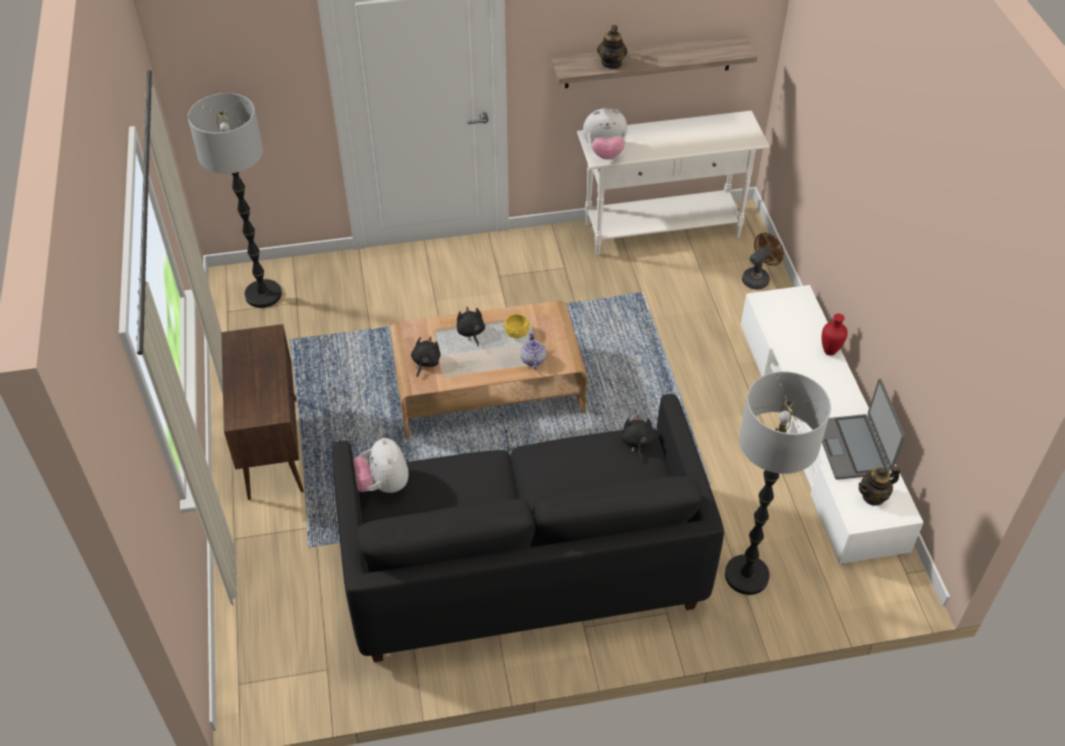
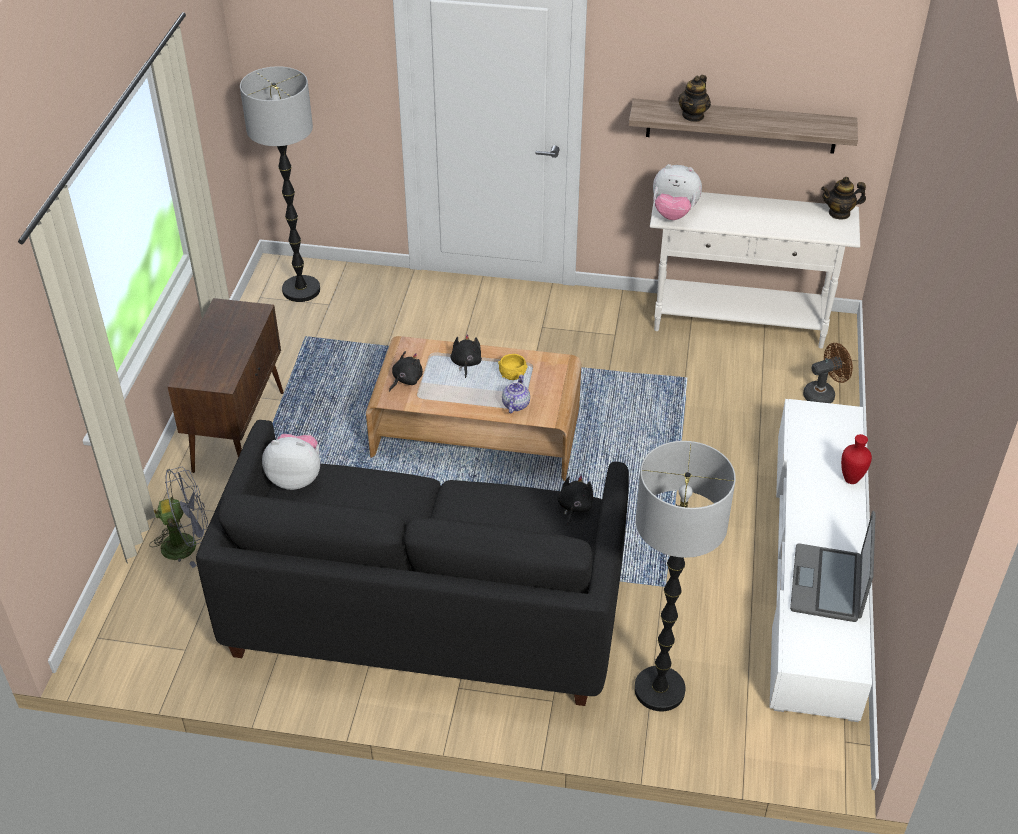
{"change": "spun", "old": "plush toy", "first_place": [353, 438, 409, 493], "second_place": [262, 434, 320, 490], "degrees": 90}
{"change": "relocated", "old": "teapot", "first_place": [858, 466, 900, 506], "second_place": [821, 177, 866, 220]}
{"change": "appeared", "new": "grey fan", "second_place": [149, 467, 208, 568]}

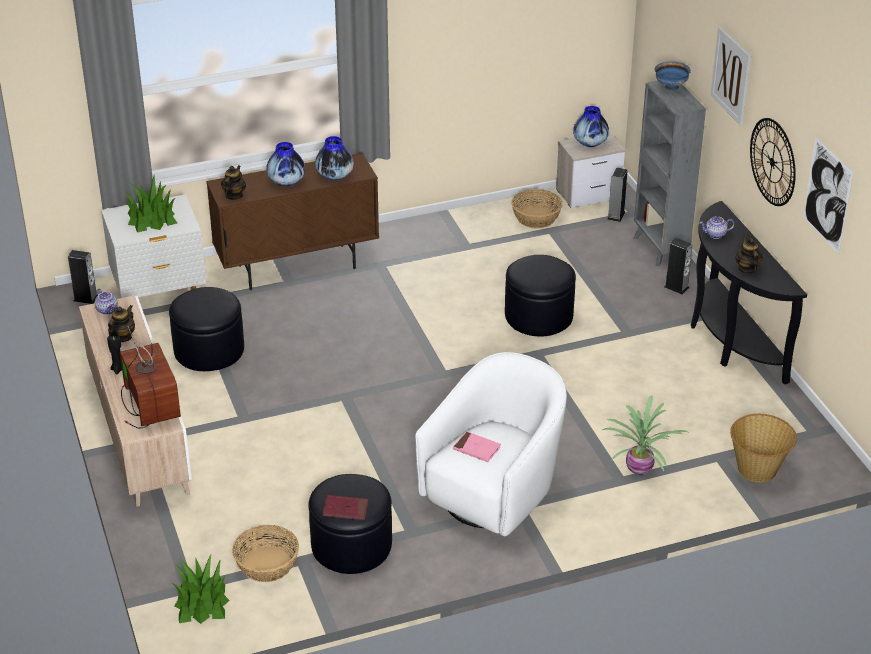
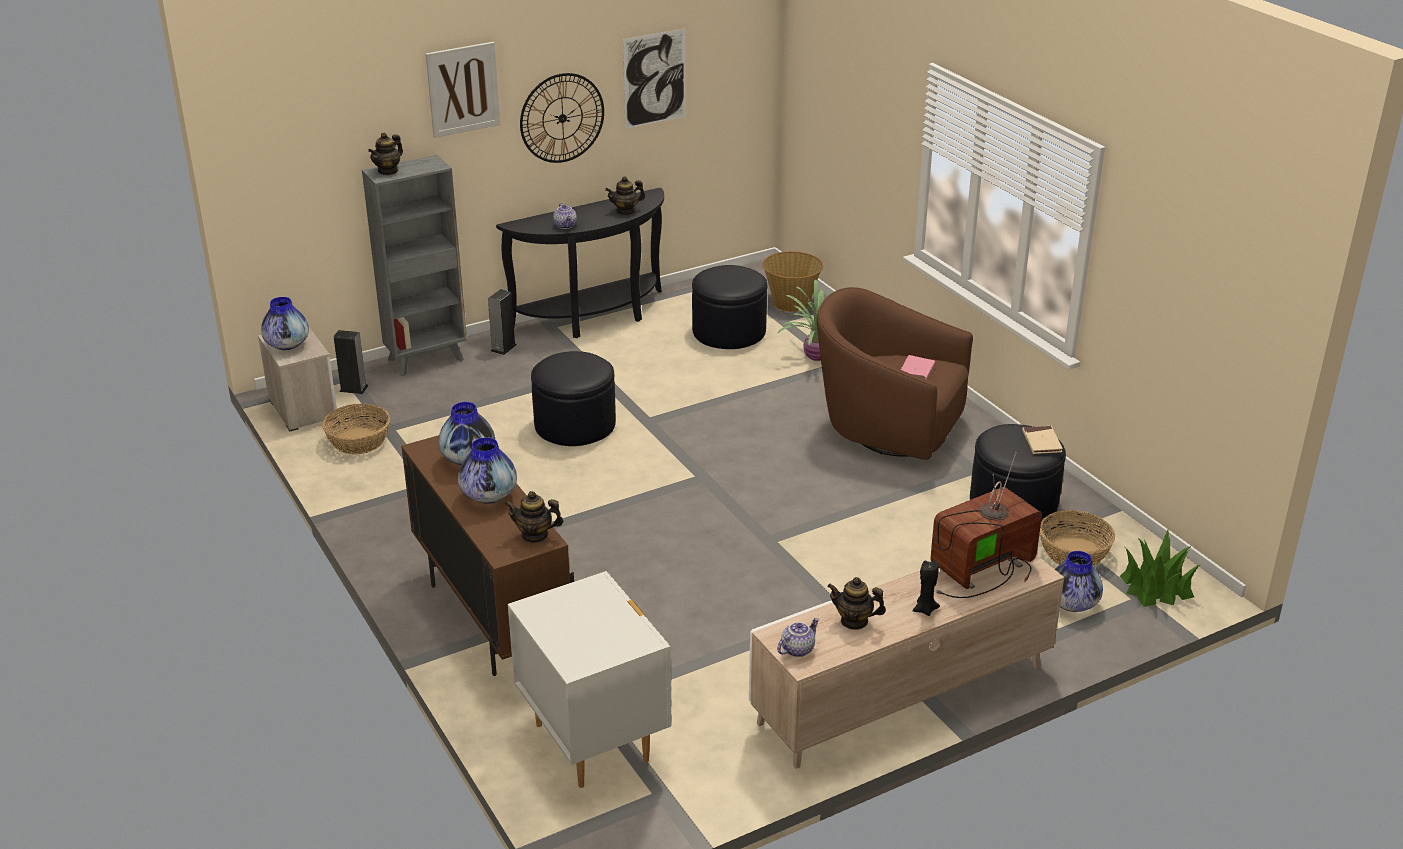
{"change": "exchanged", "old": "blue bowl", "new": "teapot", "first_place": [655, 61, 691, 91], "second_place": [368, 132, 403, 175]}
{"change": "missing", "old": "potted plant", "first_place": [125, 175, 177, 233]}
{"change": "missing", "old": "speaker", "first_place": [68, 250, 98, 304]}
{"change": "relocated", "old": "black ottoman", "first_place": [169, 287, 244, 371], "second_place": [692, 265, 767, 349]}
{"change": "colour", "old": "white armchair", "new": "brown armchair", "first_place": [415, 352, 567, 536], "second_place": [817, 287, 973, 460]}
{"change": "colour", "old": "red book", "new": "beige book", "first_place": [323, 495, 368, 520], "second_place": [1022, 426, 1063, 454]}
{"change": "appeared", "new": "vase", "second_place": [1055, 551, 1103, 612]}

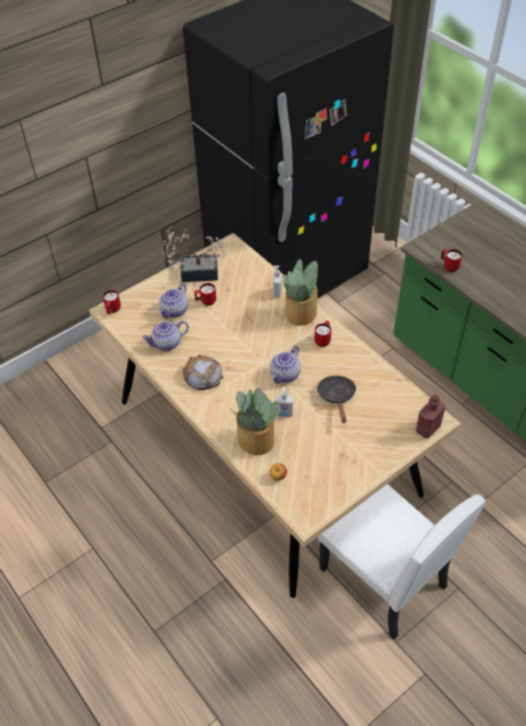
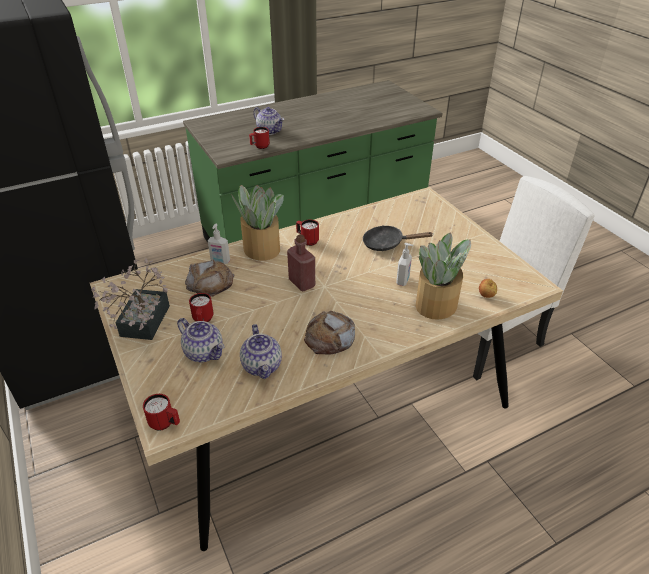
{"change": "relocated", "old": "teapot", "first_place": [270, 345, 301, 383], "second_place": [253, 107, 284, 135]}
{"change": "relocated", "old": "red bottle", "first_place": [416, 394, 446, 438], "second_place": [287, 234, 315, 291]}
{"change": "appeared", "new": "bread", "second_place": [185, 259, 235, 297]}

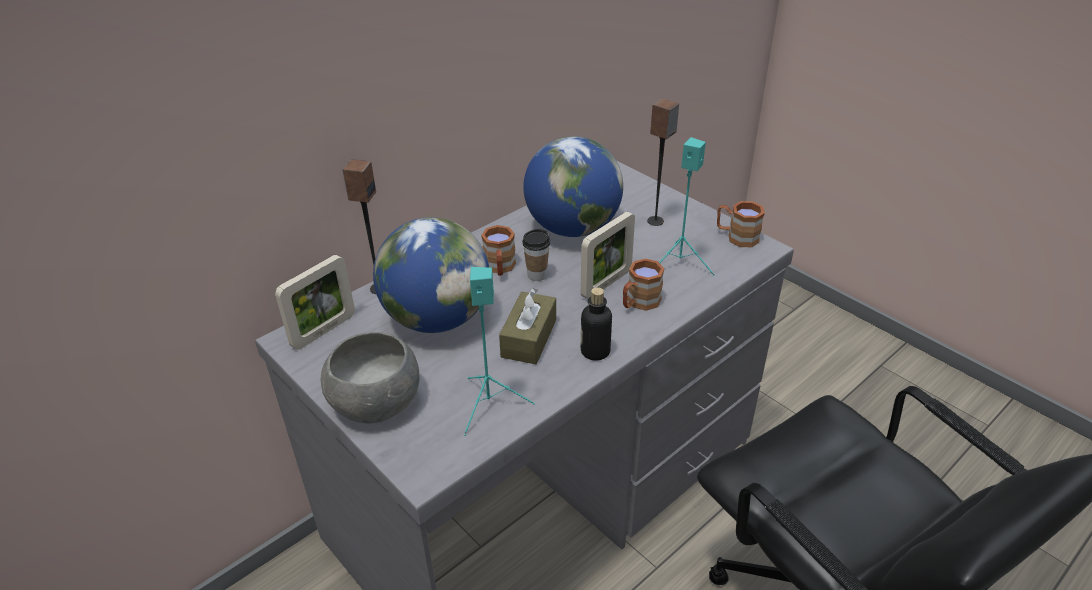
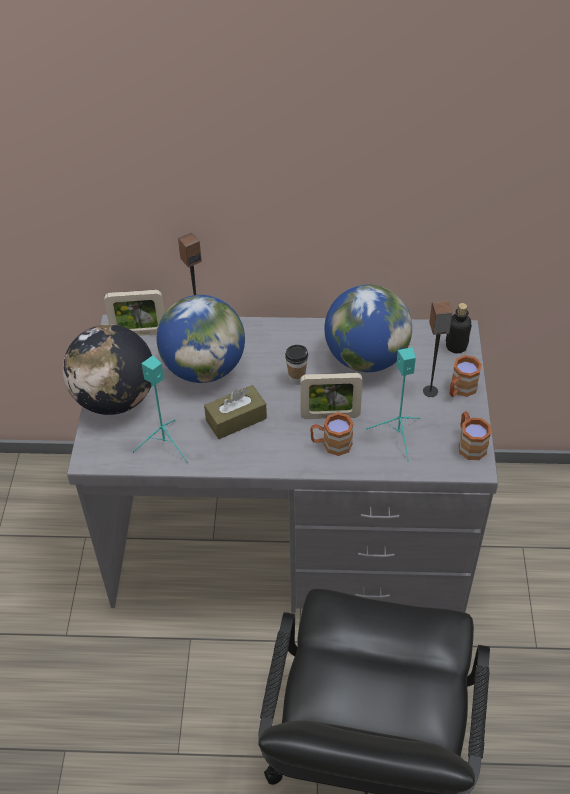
{"change": "relocated", "old": "brown mug", "first_place": [481, 225, 516, 276], "second_place": [450, 355, 482, 397]}
{"change": "relocated", "old": "bottle", "first_place": [581, 287, 612, 361], "second_place": [446, 303, 472, 353]}
{"change": "exchanged", "old": "grey bowl", "new": "globe", "first_place": [321, 332, 420, 423], "second_place": [63, 324, 152, 415]}

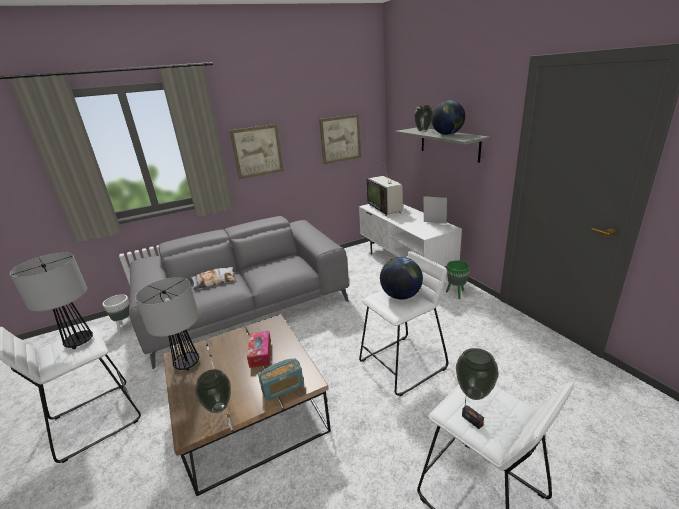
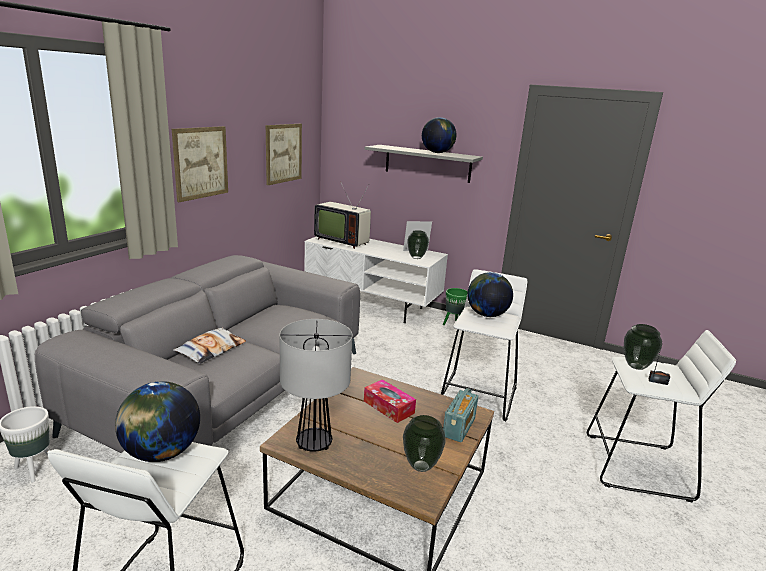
{"change": "relocated", "old": "vase", "first_place": [414, 105, 433, 132], "second_place": [407, 230, 429, 259]}
{"change": "exchanged", "old": "table lamp", "new": "globe", "first_place": [10, 252, 93, 349], "second_place": [115, 381, 200, 462]}

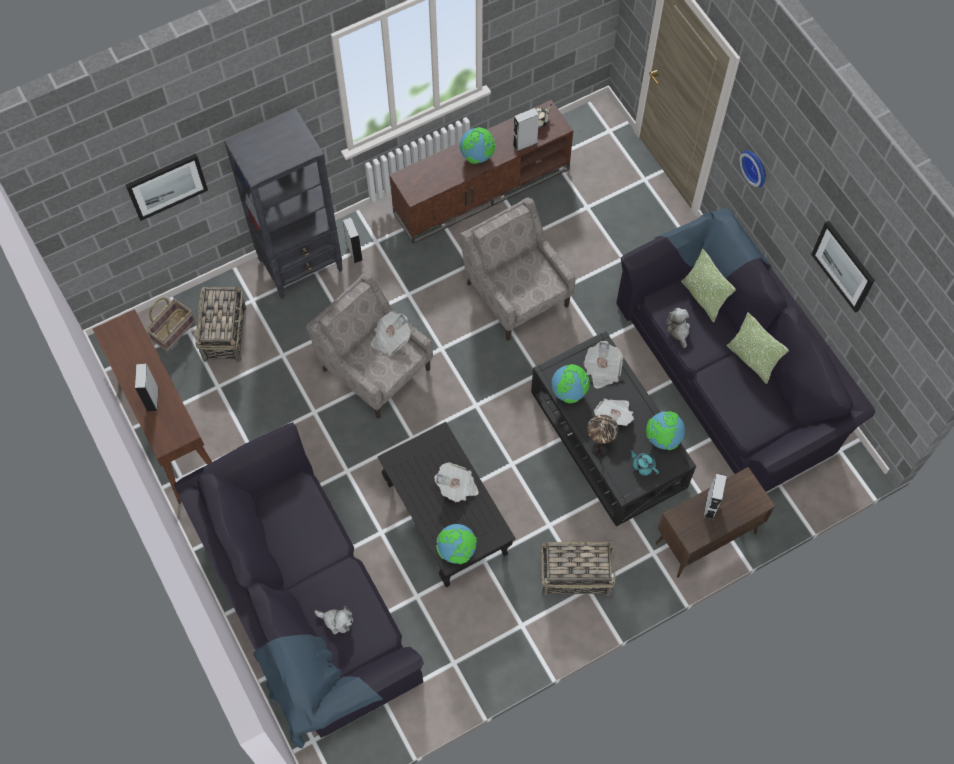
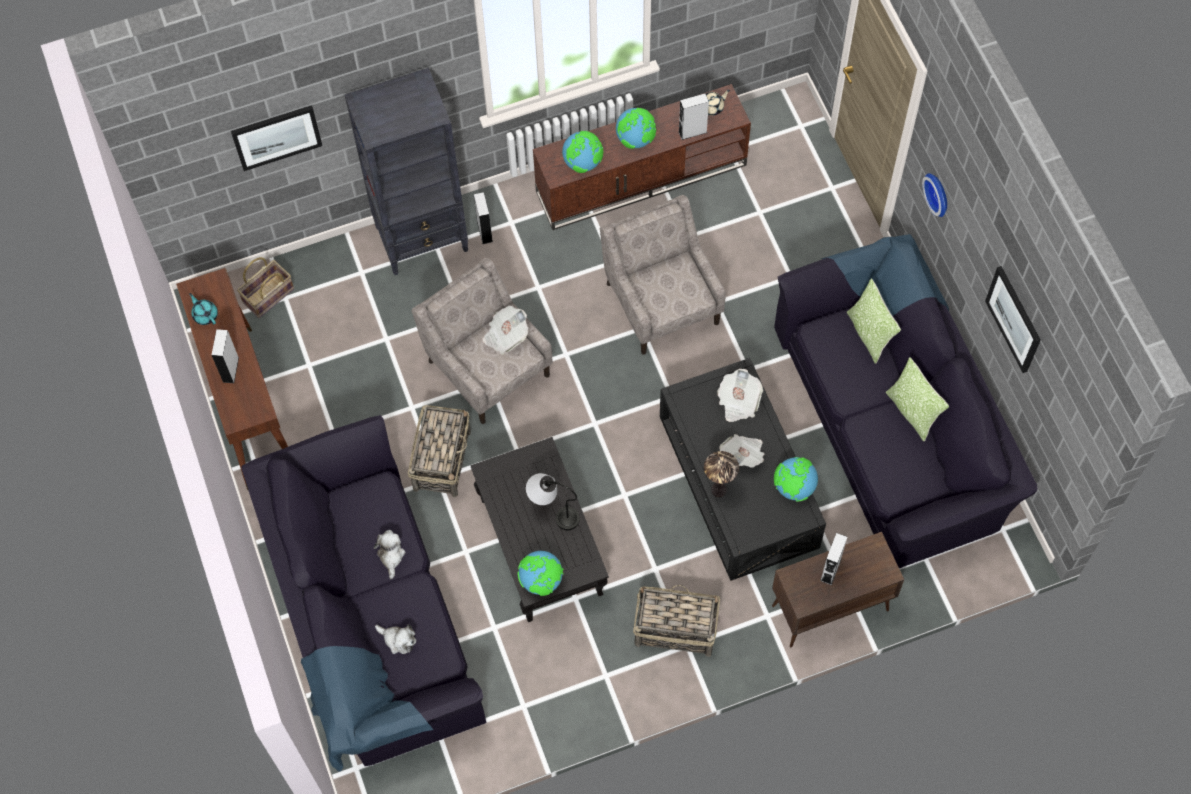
{"change": "relocated", "old": "basket", "first_place": [195, 286, 247, 362], "second_place": [408, 405, 471, 497]}
{"change": "relocated", "old": "plush toy", "first_place": [666, 308, 690, 348], "second_place": [374, 530, 405, 579]}
{"change": "relocated", "old": "globe", "first_place": [551, 364, 590, 403], "second_place": [562, 131, 603, 173]}
{"change": "relocated", "old": "turquoise teapot", "first_place": [629, 449, 659, 476], "second_place": [189, 293, 218, 325]}
{"change": "exchanged", "old": "newspaper", "new": "table lamp", "first_place": [434, 462, 479, 503], "second_place": [526, 473, 580, 530]}

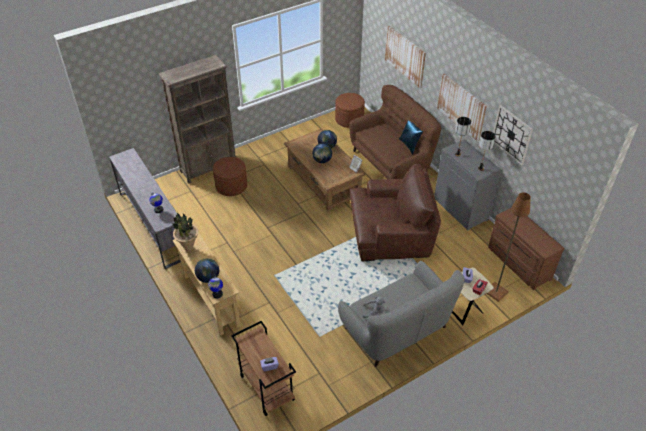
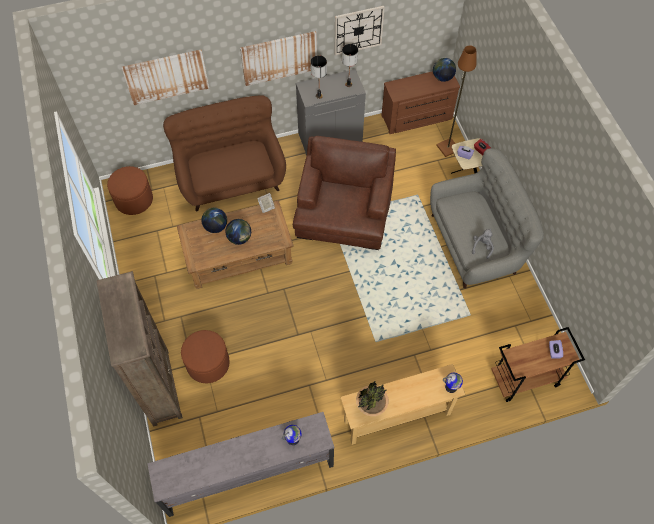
{"change": "missing", "old": "blue pillow", "first_place": [399, 120, 423, 155]}
{"change": "relocated", "old": "globe", "first_place": [195, 258, 219, 283], "second_place": [433, 58, 456, 82]}

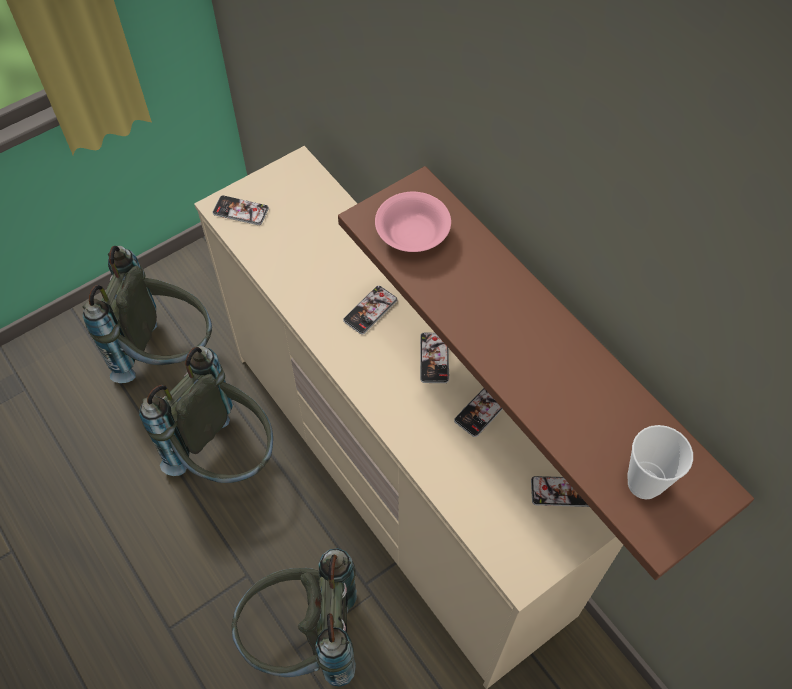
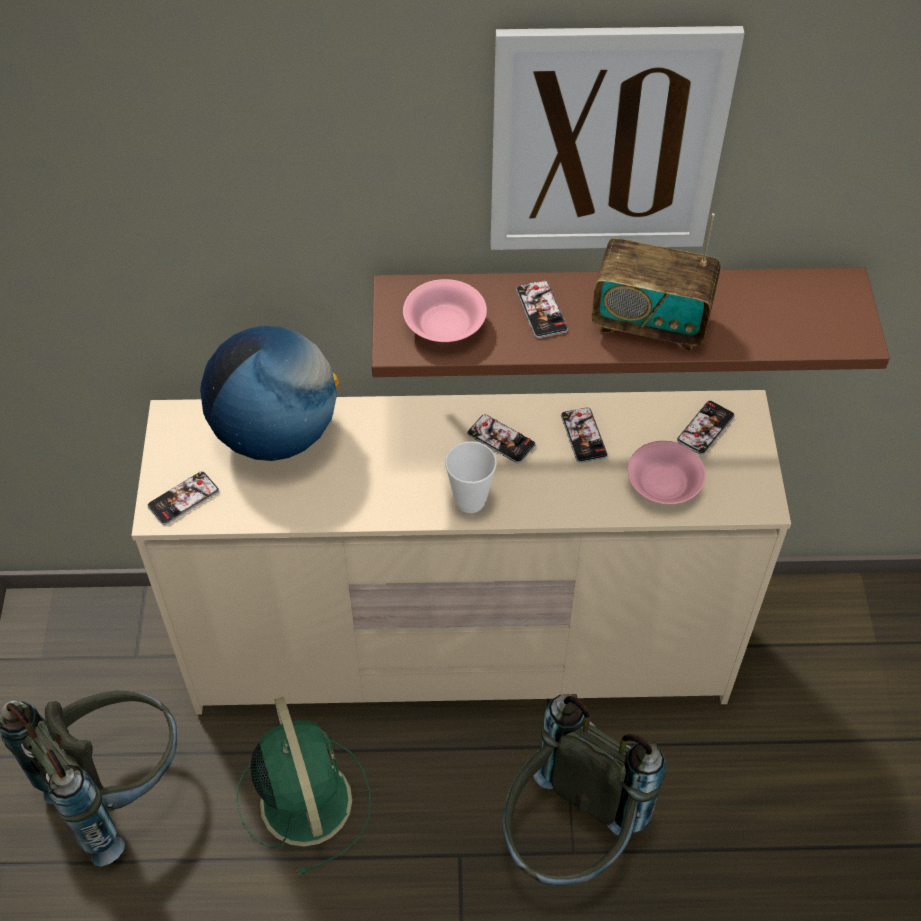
{"change": "relocated", "old": "phone", "first_place": [343, 286, 398, 334], "second_place": [516, 280, 568, 338]}
{"change": "exchanged", "old": "grey backpack", "new": "green fan", "first_place": [139, 346, 273, 483], "second_place": [236, 697, 371, 875]}
{"change": "relocated", "old": "cup", "first_place": [627, 425, 693, 499], "second_place": [445, 441, 497, 513]}
{"change": "appeared", "new": "picture", "second_place": [491, 26, 744, 250]}
{"change": "appeared", "new": "radio", "second_place": [591, 213, 721, 351]}
{"change": "appeared", "new": "globe", "second_place": [200, 326, 339, 461]}
{"change": "appeared", "new": "pink bowl", "second_place": [627, 441, 706, 504]}

